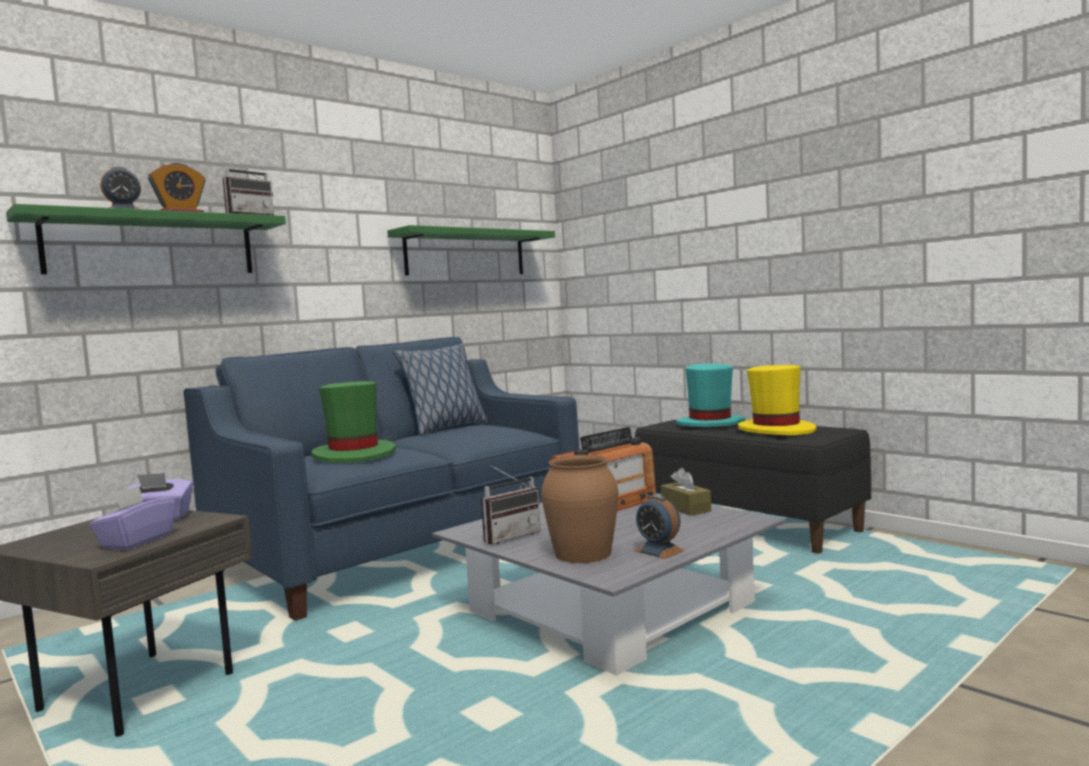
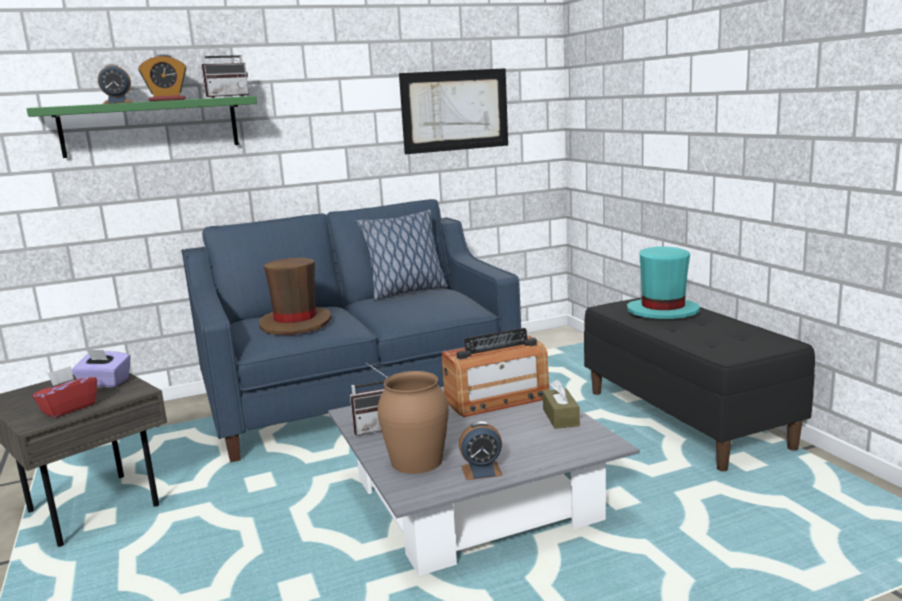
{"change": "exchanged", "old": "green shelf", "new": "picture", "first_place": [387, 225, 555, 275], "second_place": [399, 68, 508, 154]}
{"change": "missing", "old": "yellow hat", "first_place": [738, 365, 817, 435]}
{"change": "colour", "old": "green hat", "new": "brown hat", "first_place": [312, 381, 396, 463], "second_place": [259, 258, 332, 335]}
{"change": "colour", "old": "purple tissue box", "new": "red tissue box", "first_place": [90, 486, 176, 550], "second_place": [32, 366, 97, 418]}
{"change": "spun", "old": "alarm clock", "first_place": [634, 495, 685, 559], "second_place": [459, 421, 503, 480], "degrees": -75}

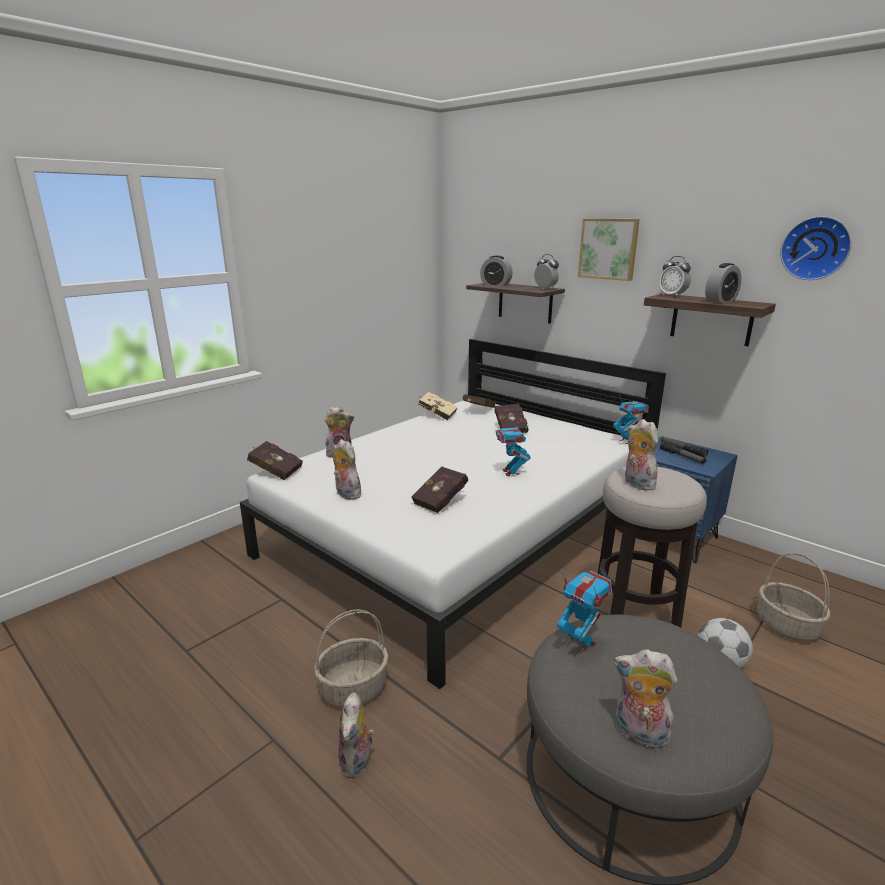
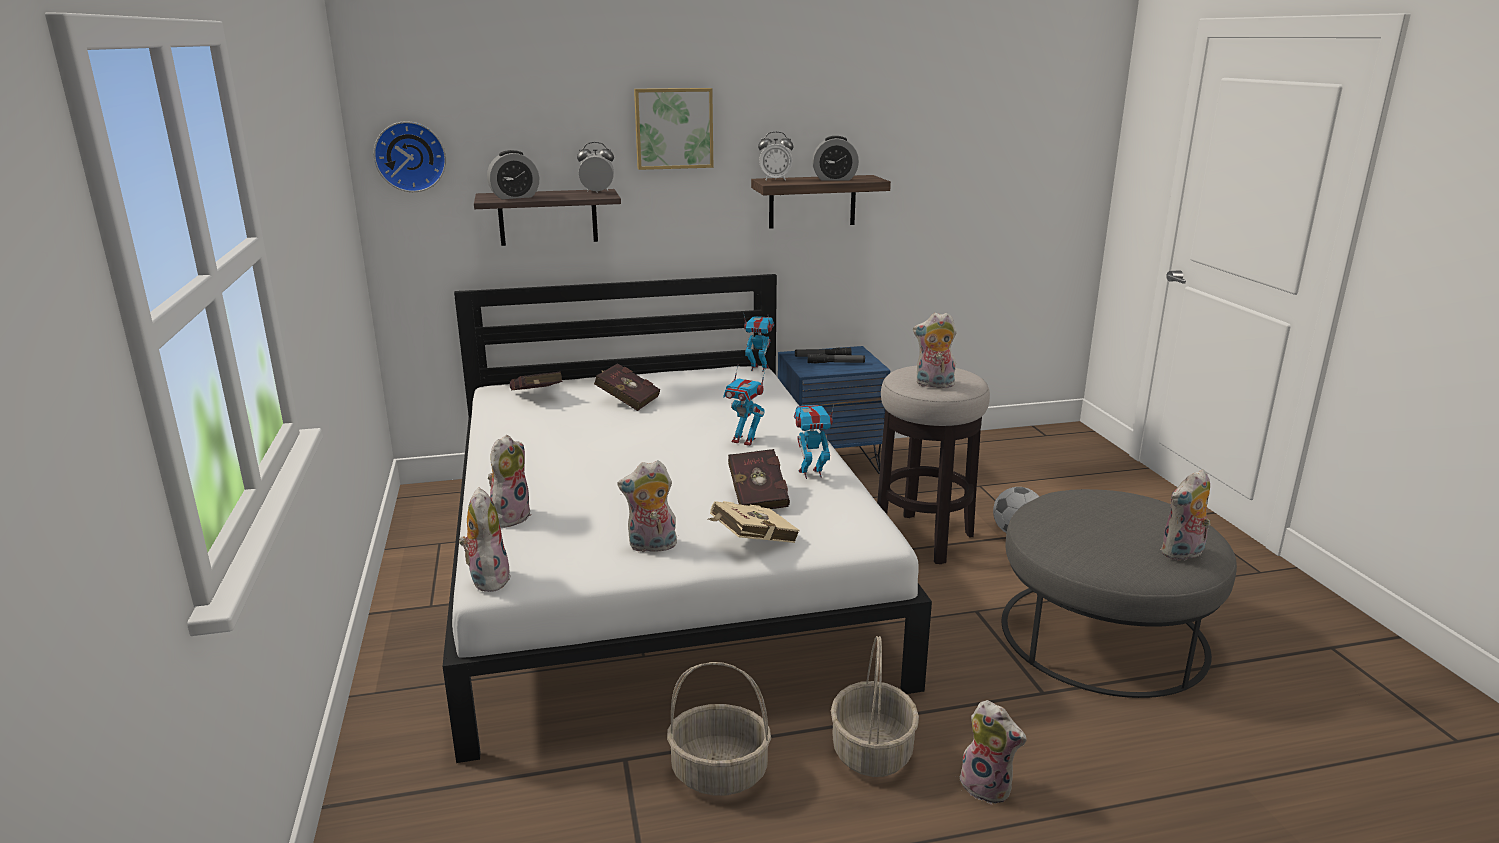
{"change": "relocated", "old": "wall clock", "first_place": [780, 216, 852, 280], "second_place": [374, 121, 446, 192]}
{"change": "spun", "old": "alarm clock", "first_place": [705, 263, 742, 303], "second_place": [812, 136, 859, 181], "degrees": 90}
{"change": "relocated", "old": "beige book", "first_place": [418, 392, 458, 421], "second_place": [707, 501, 800, 543]}
{"change": "exchanged", "old": "red book", "new": "plush toy", "first_place": [247, 441, 303, 480], "second_place": [459, 487, 511, 592]}
{"change": "relocated", "old": "basket", "first_place": [757, 553, 830, 641], "second_place": [667, 662, 771, 796]}
{"change": "relocated", "old": "toy robot", "first_place": [557, 571, 612, 653], "second_place": [794, 404, 834, 479]}

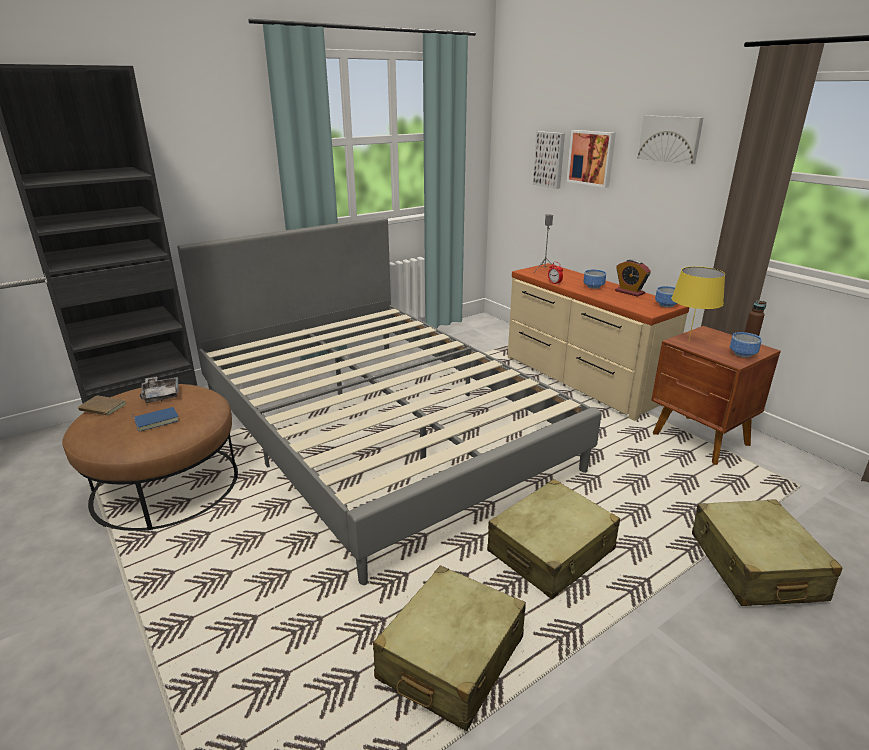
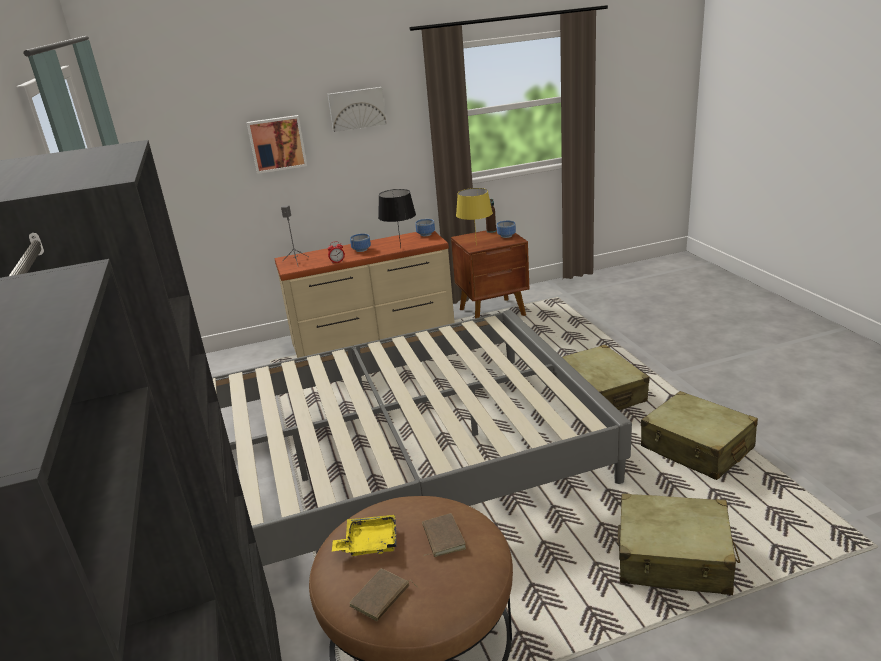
{"change": "missing", "old": "picture", "first_place": [533, 131, 565, 189]}
{"change": "missing", "old": "alarm clock", "first_place": [615, 259, 651, 297]}
{"change": "colour", "old": "grey tray", "new": "yellow tray", "first_place": [140, 377, 179, 403], "second_place": [332, 515, 396, 556]}
{"change": "colour", "old": "blue book", "new": "brown book", "first_place": [132, 407, 179, 432], "second_place": [422, 513, 466, 557]}
{"change": "relocated", "old": "beige suitcase", "first_place": [692, 499, 843, 606], "second_place": [617, 493, 740, 595]}
{"change": "appeared", "new": "black table lamp", "second_place": [378, 189, 416, 247]}

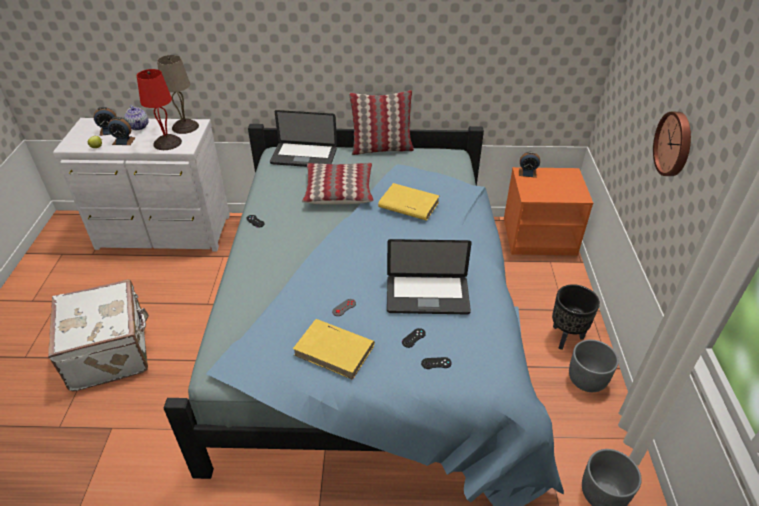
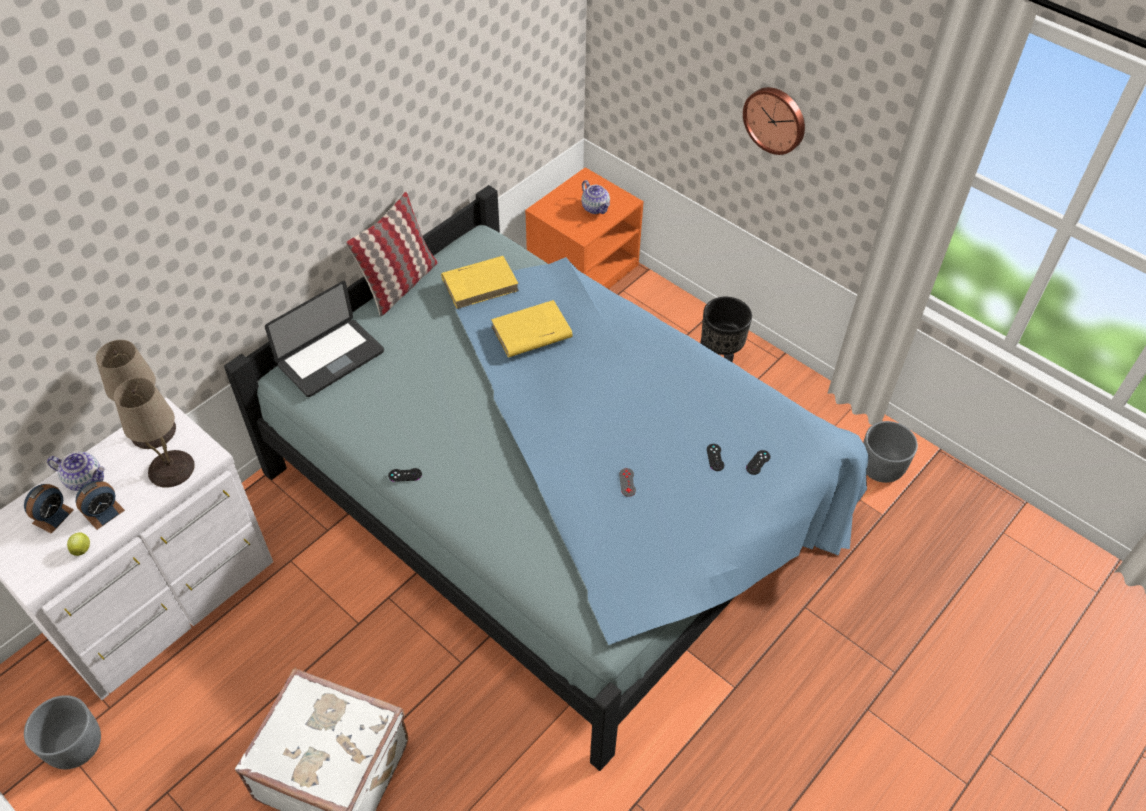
{"change": "colour", "old": "red table lamp", "new": "beige table lamp", "first_place": [137, 69, 182, 150], "second_place": [114, 378, 195, 488]}
{"change": "missing", "old": "alarm clock", "first_place": [519, 151, 540, 178]}
{"change": "missing", "old": "pillow", "first_place": [302, 163, 374, 205]}
{"change": "missing", "old": "laptop", "first_place": [387, 239, 472, 314]}
{"change": "relocated", "old": "yellow book", "first_place": [293, 319, 375, 380], "second_place": [441, 256, 519, 309]}
{"change": "relocated", "old": "grey planter", "first_place": [569, 340, 619, 392], "second_place": [24, 695, 101, 769]}
{"change": "appeared", "new": "teapot", "second_place": [582, 180, 610, 214]}

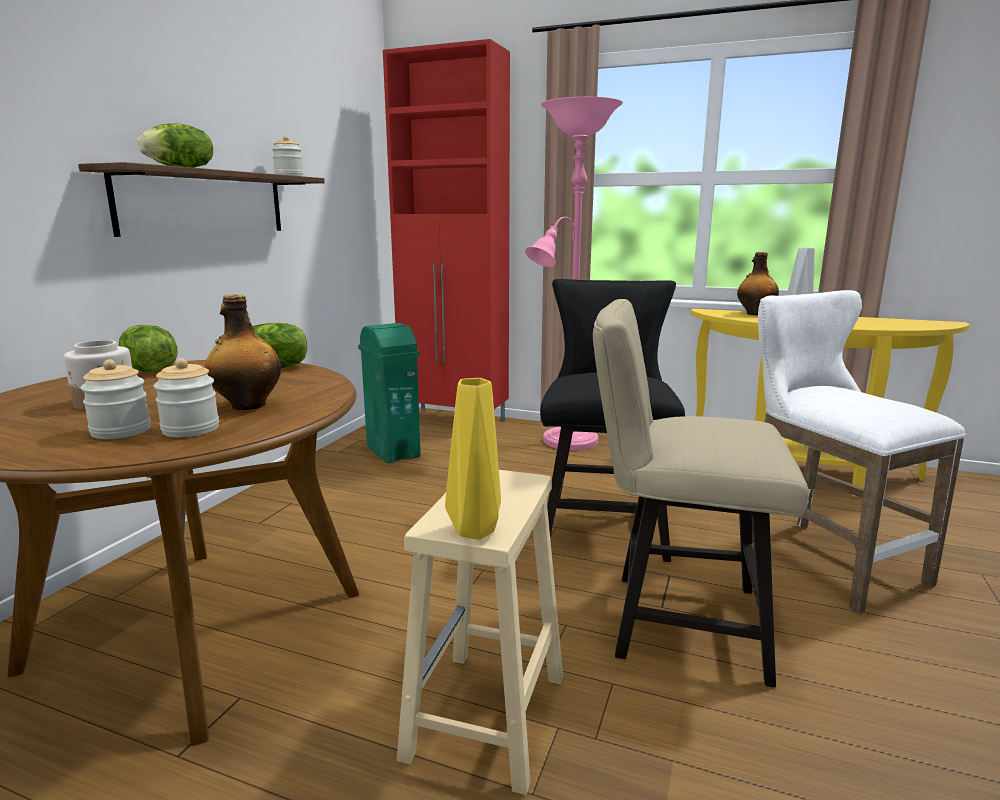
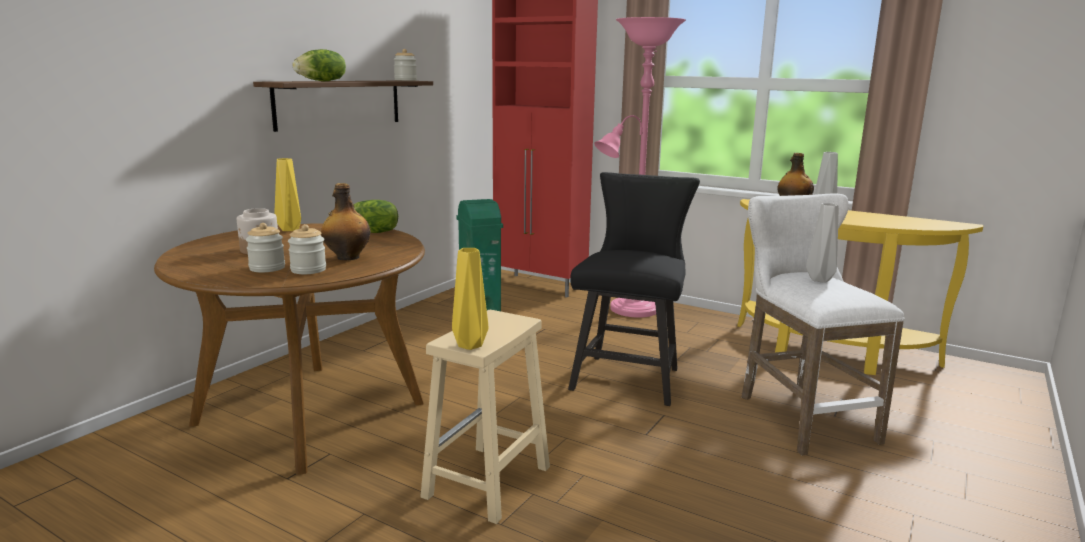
{"change": "missing", "old": "beige chair", "first_place": [593, 299, 809, 688]}
{"change": "exchanged", "old": "lettuce", "new": "yellow vase", "first_place": [119, 325, 178, 372], "second_place": [274, 158, 301, 231]}
{"change": "appeared", "new": "grey vase", "second_place": [806, 203, 839, 283]}

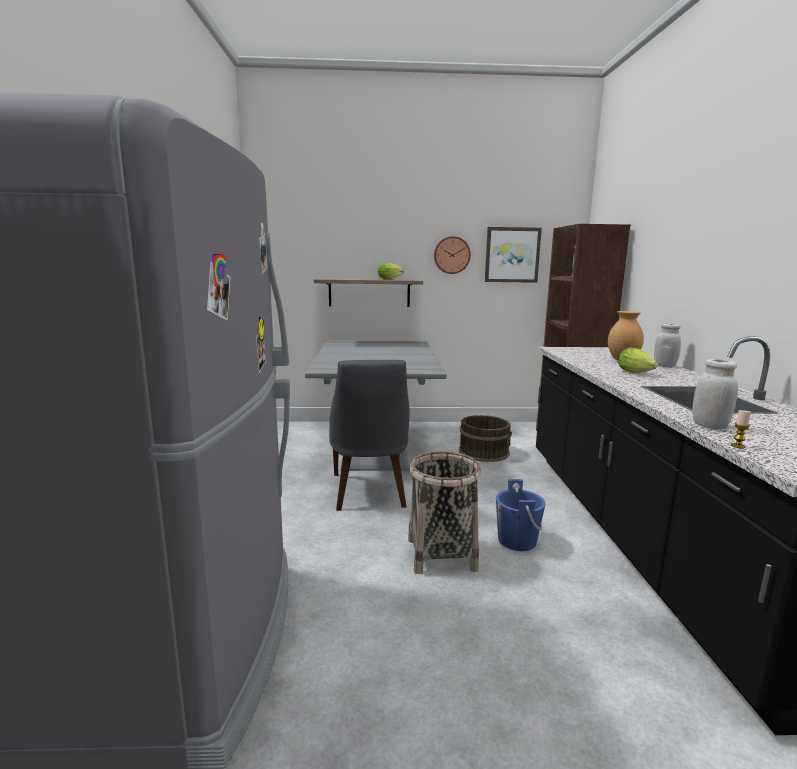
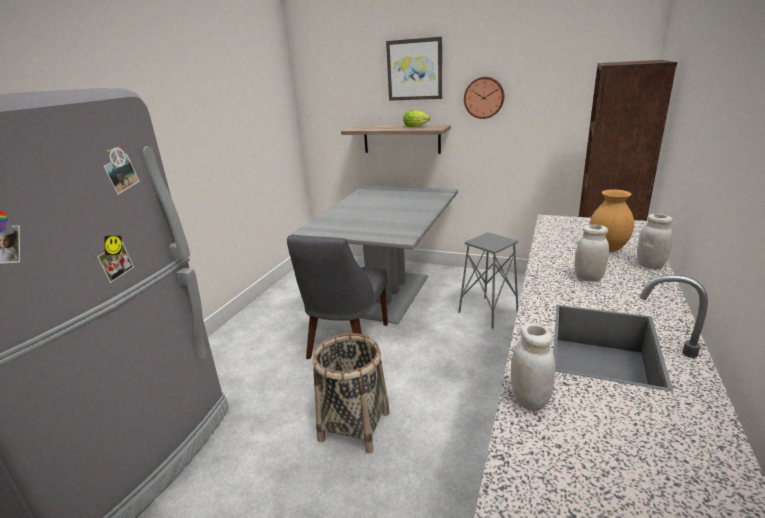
{"change": "relocated", "old": "picture", "first_place": [485, 227, 542, 283], "second_place": [386, 37, 442, 101]}
{"change": "exchanged", "old": "lettuce", "new": "white jar", "first_place": [618, 347, 658, 373], "second_place": [574, 225, 609, 282]}
{"change": "missing", "old": "candle", "first_place": [731, 410, 751, 449]}
{"change": "exchanged", "old": "brown bucket", "new": "grey stool", "first_place": [459, 415, 512, 462], "second_place": [458, 232, 518, 329]}
{"change": "missing", "old": "blue bucket", "first_place": [496, 479, 546, 551]}

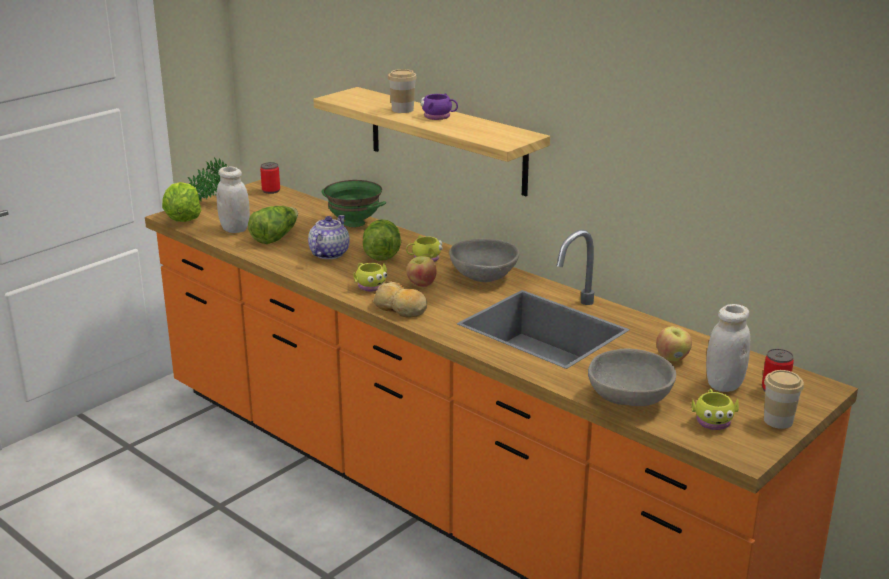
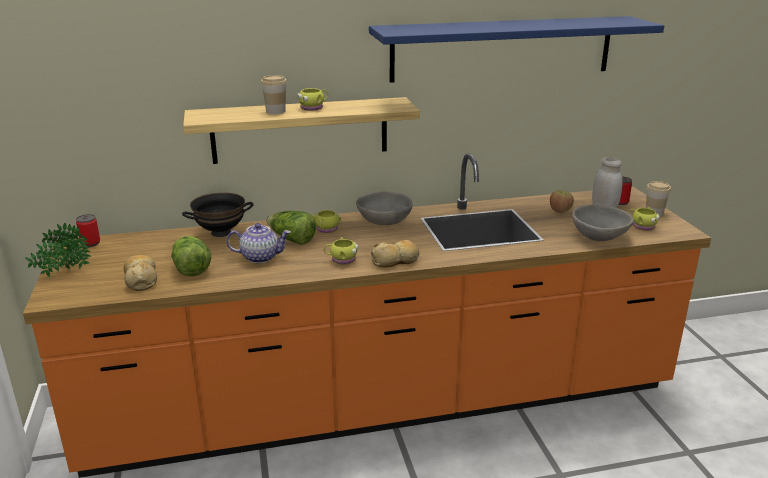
{"change": "colour", "old": "purple mug", "new": "yellow mug", "first_place": [420, 93, 458, 120], "second_place": [297, 88, 328, 111]}
{"change": "exchanged", "old": "white jar", "new": "bread", "first_place": [217, 166, 250, 233], "second_place": [123, 255, 157, 291]}
{"change": "colour", "old": "green bowl", "new": "black bowl", "first_place": [322, 180, 386, 227], "second_place": [182, 192, 254, 237]}
{"change": "missing", "old": "lettuce", "first_place": [162, 182, 201, 222]}
{"change": "spun", "old": "teapot", "first_place": [308, 215, 350, 259], "second_place": [226, 223, 291, 263], "degrees": 120}
{"change": "missing", "old": "apple", "first_place": [406, 256, 437, 287]}
{"change": "appeared", "new": "blue shelf", "second_place": [369, 16, 664, 83]}

